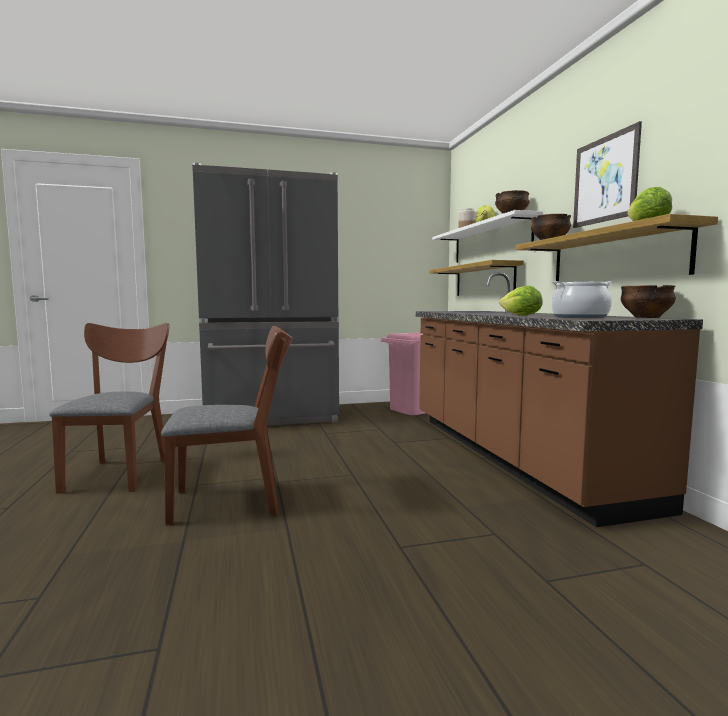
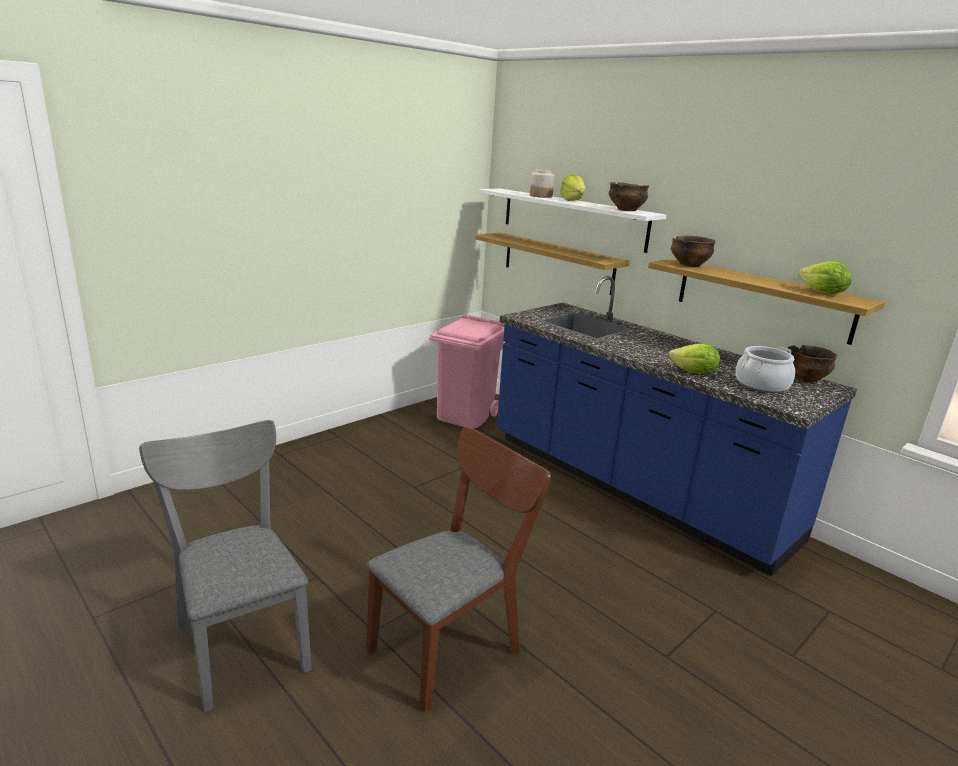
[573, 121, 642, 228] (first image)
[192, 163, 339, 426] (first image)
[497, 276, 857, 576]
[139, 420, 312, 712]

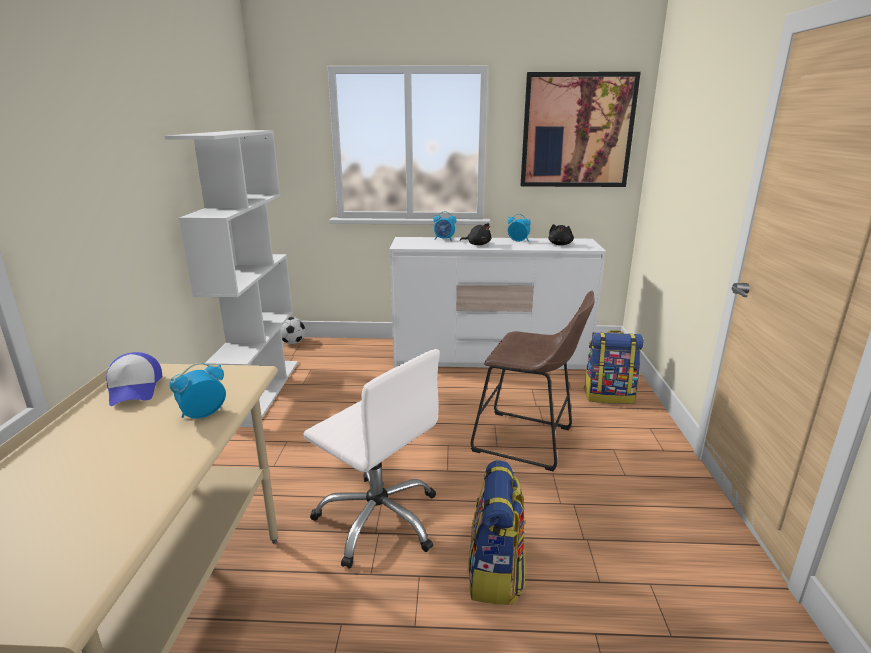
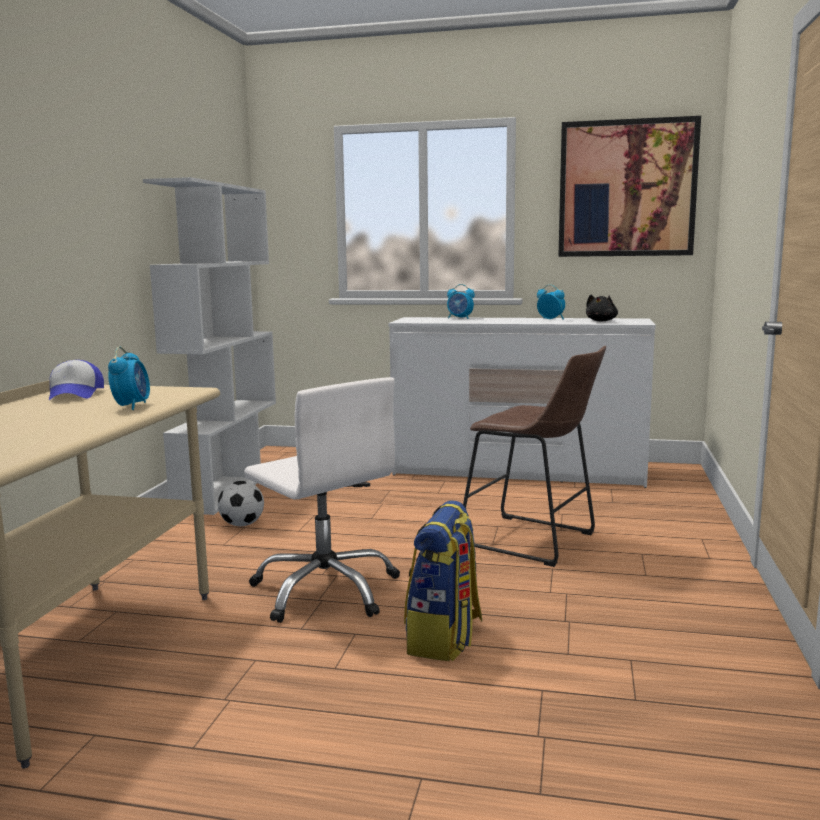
[460, 223, 491, 245] (first image)
[218, 481, 264, 526]
[584, 330, 644, 404] (first image)
[108, 346, 150, 410]

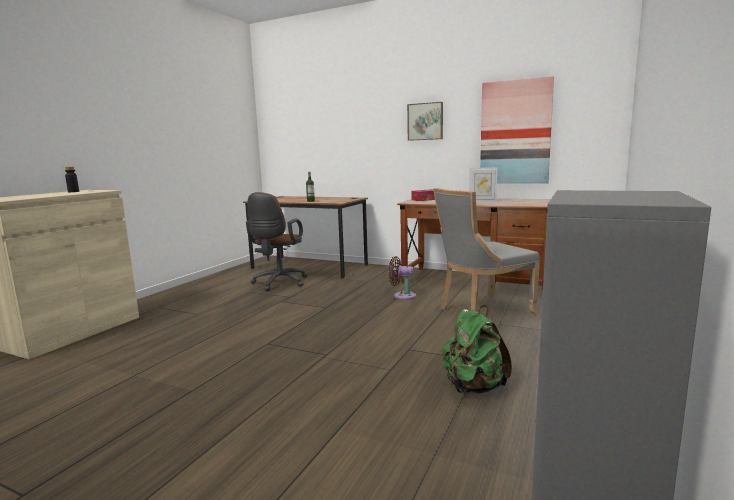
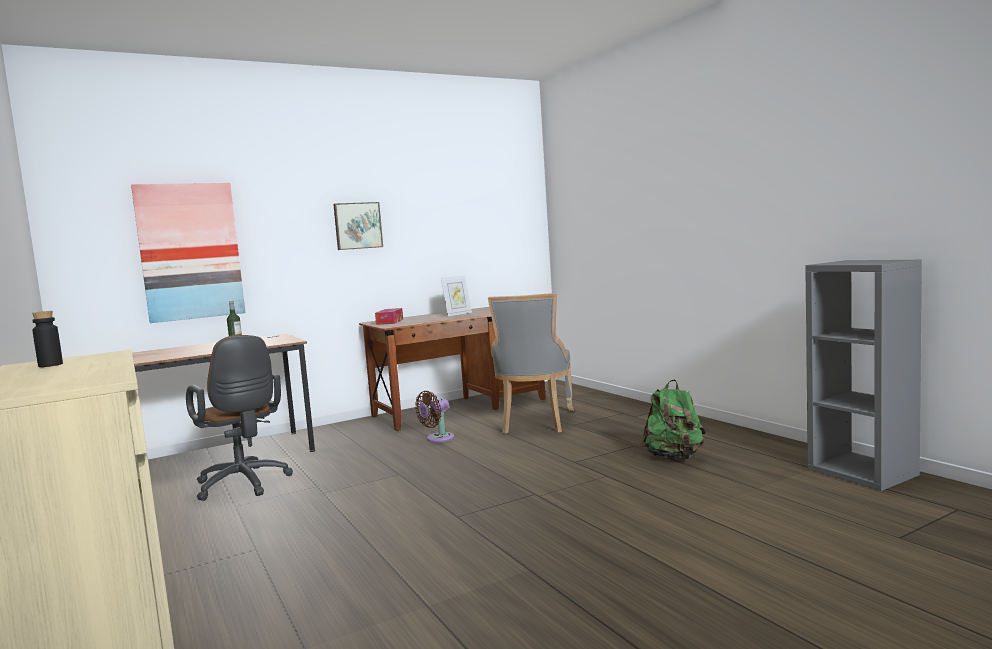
[131, 183, 245, 323]

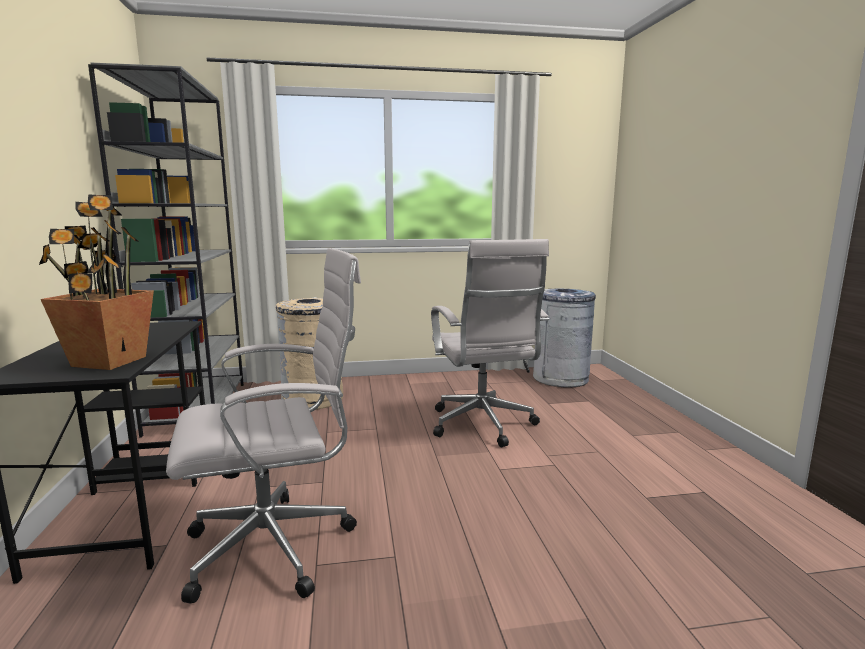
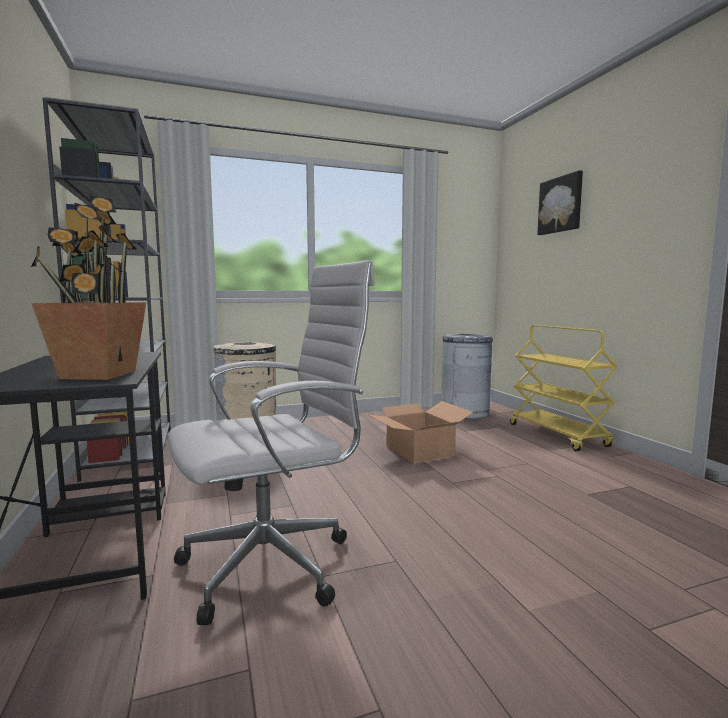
[367, 401, 473, 463]
[537, 170, 583, 235]
[510, 325, 618, 451]

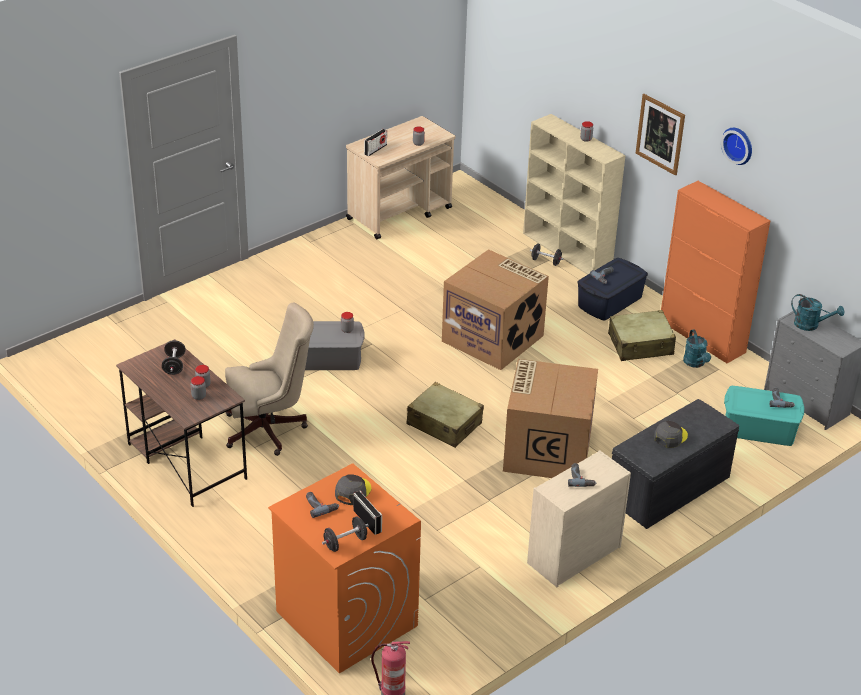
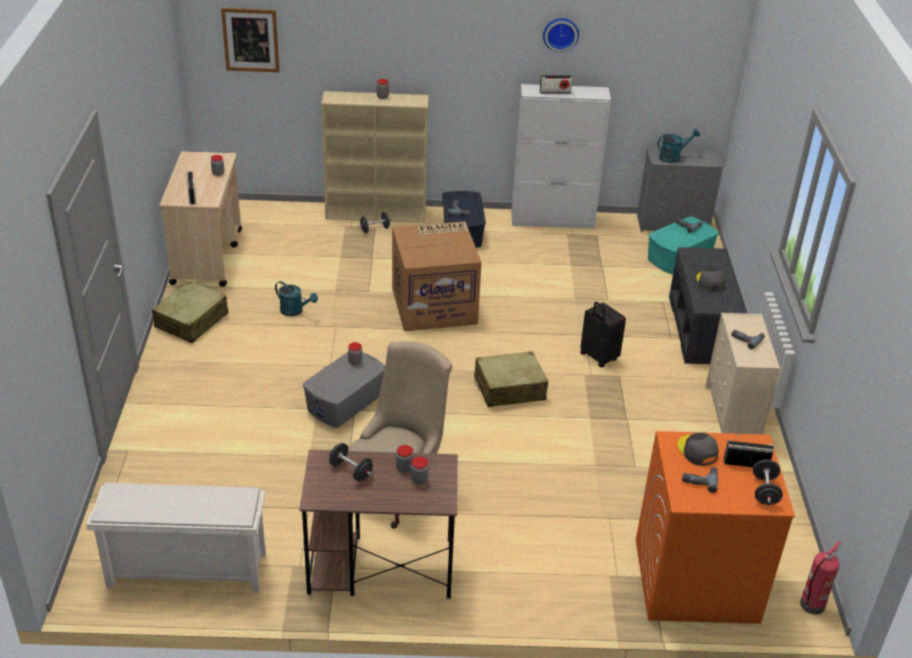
[221, 8, 279, 72]
[511, 84, 611, 229]
[152, 280, 228, 343]
[275, 281, 318, 316]
[580, 302, 626, 367]
[540, 75, 572, 94]
[86, 483, 266, 592]

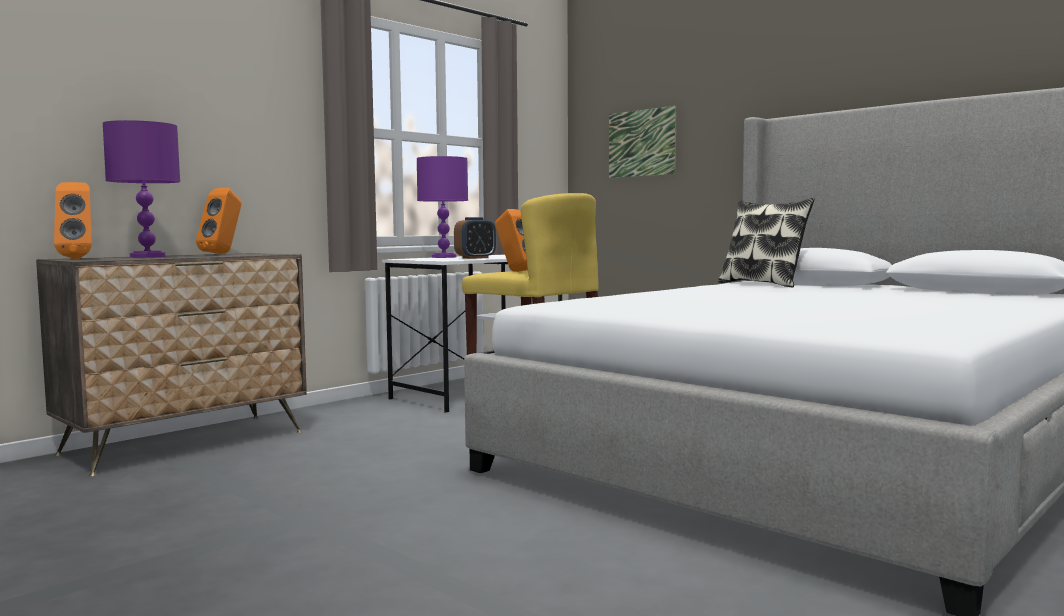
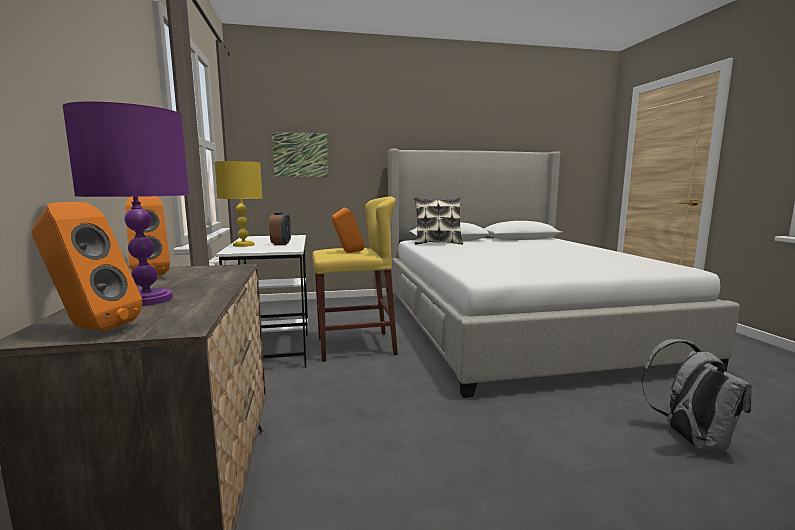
[215, 161, 263, 247]
[641, 339, 752, 451]

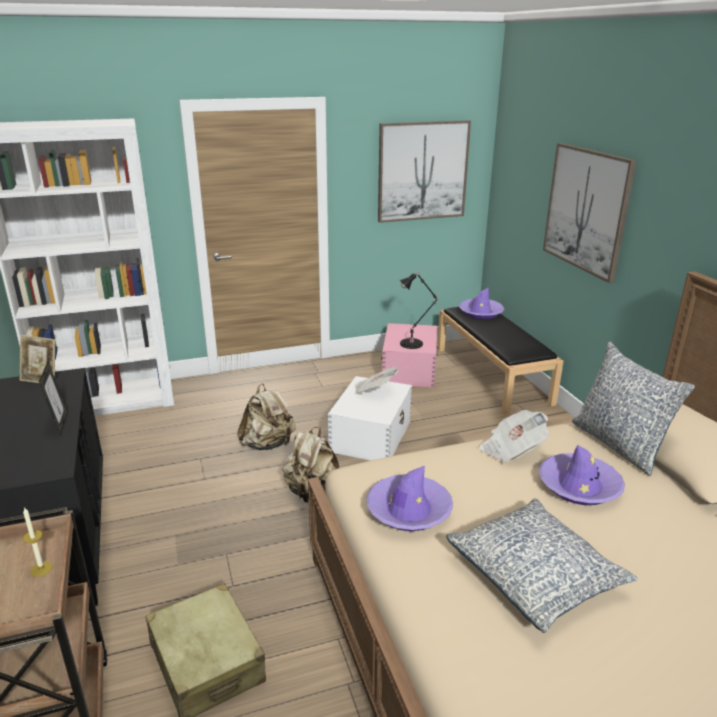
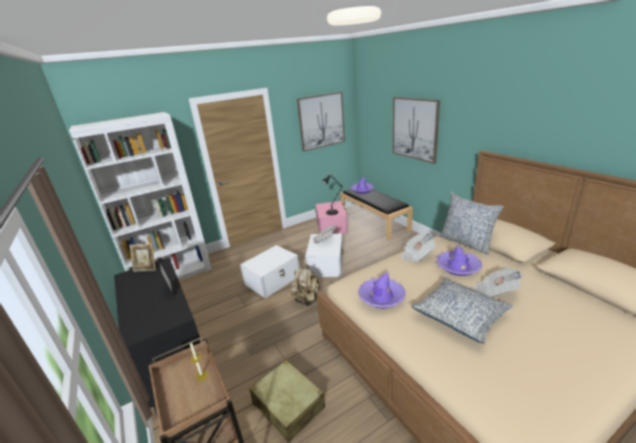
[240, 245, 300, 298]
[473, 268, 523, 298]

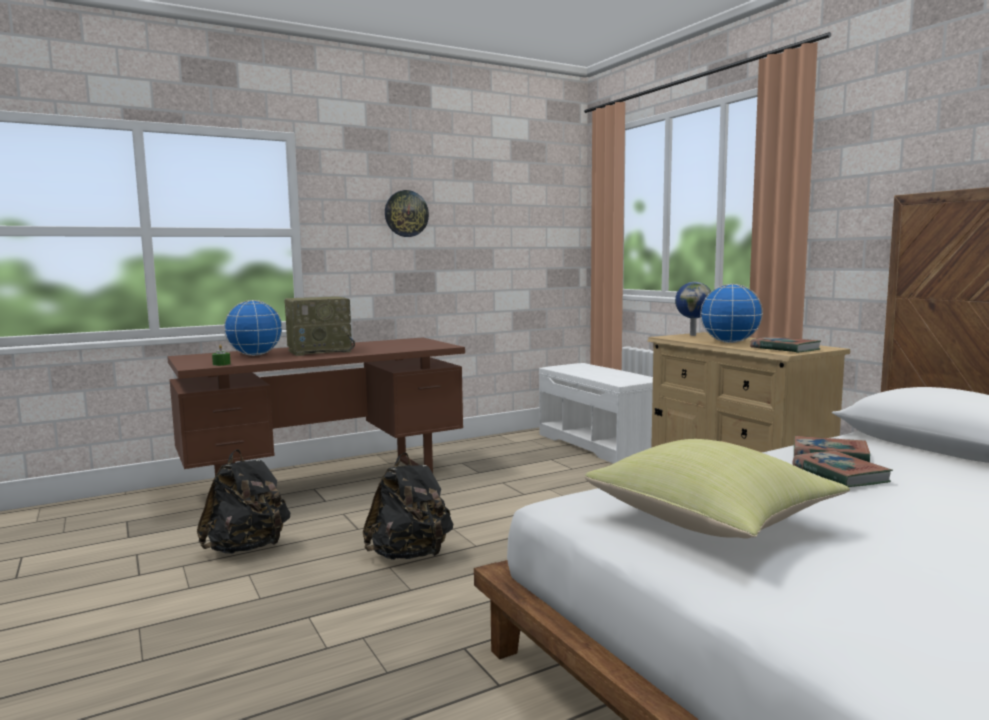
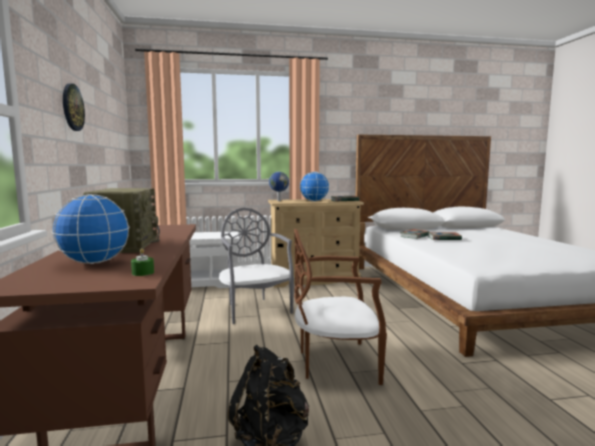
[585, 439, 850, 539] (first image)
[294, 229, 387, 385]
[219, 208, 294, 324]

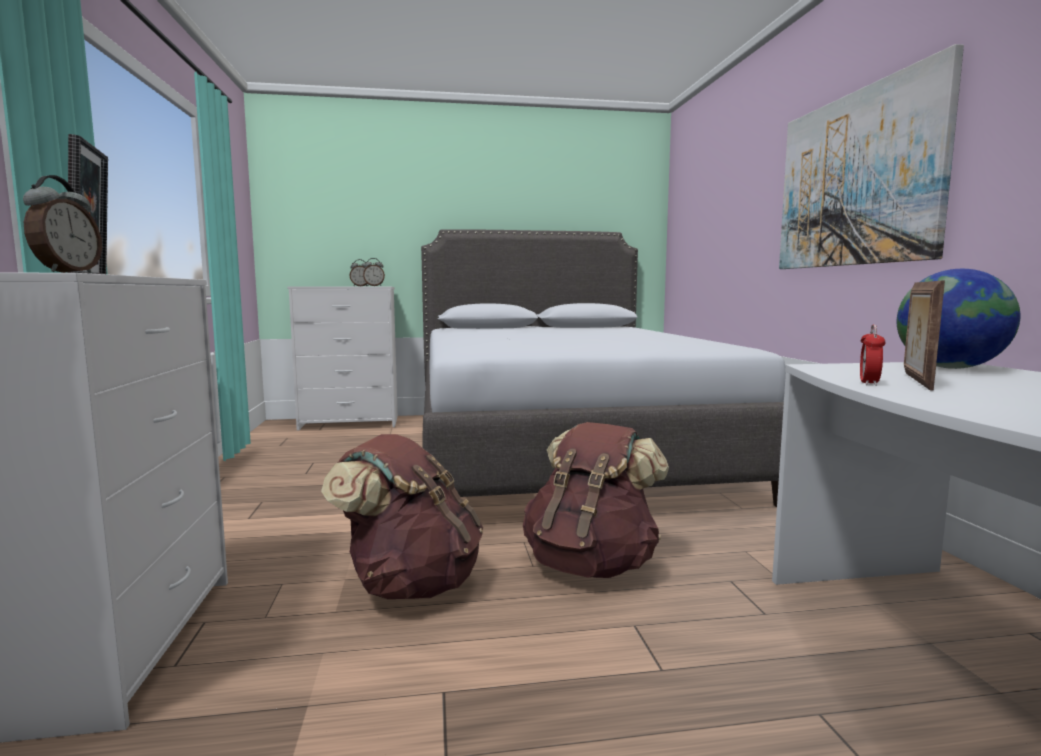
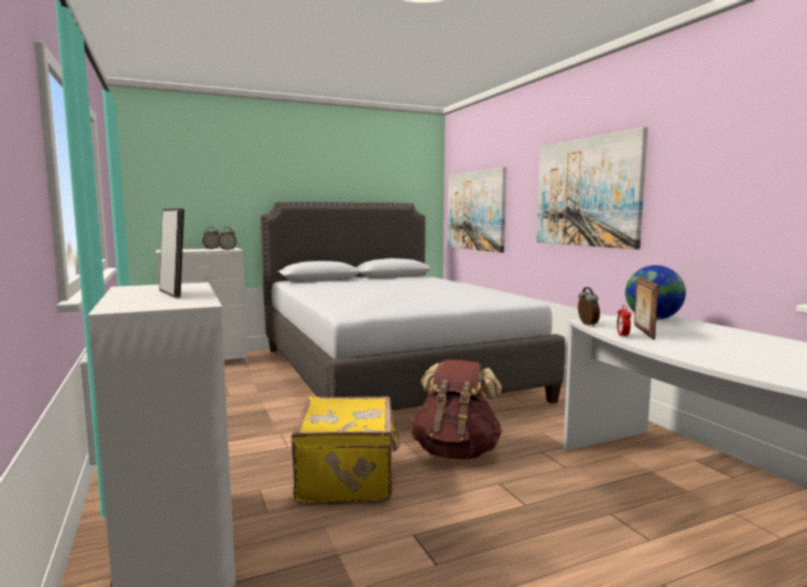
[578, 287, 600, 326]
[291, 396, 399, 504]
[448, 167, 506, 253]

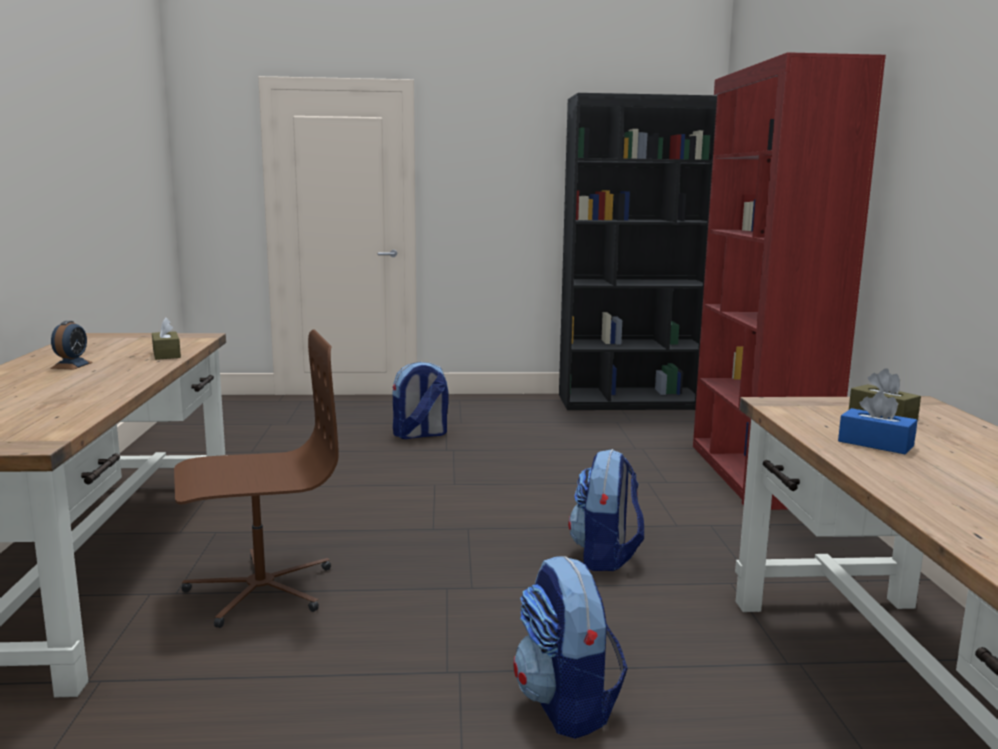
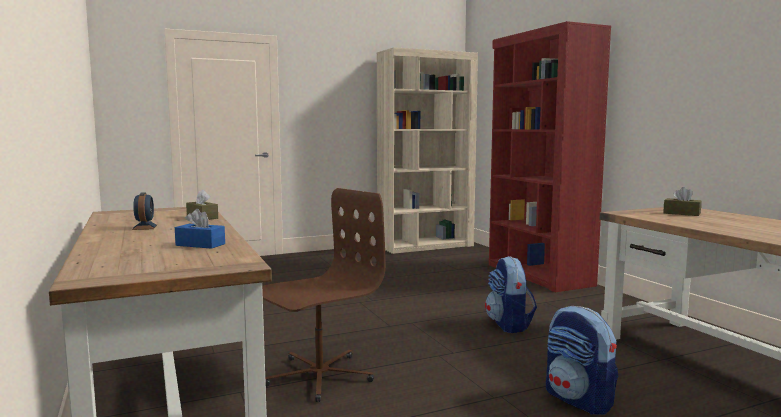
[377, 47, 478, 254]
[392, 362, 448, 439] (first image)
[175, 209, 225, 249]

